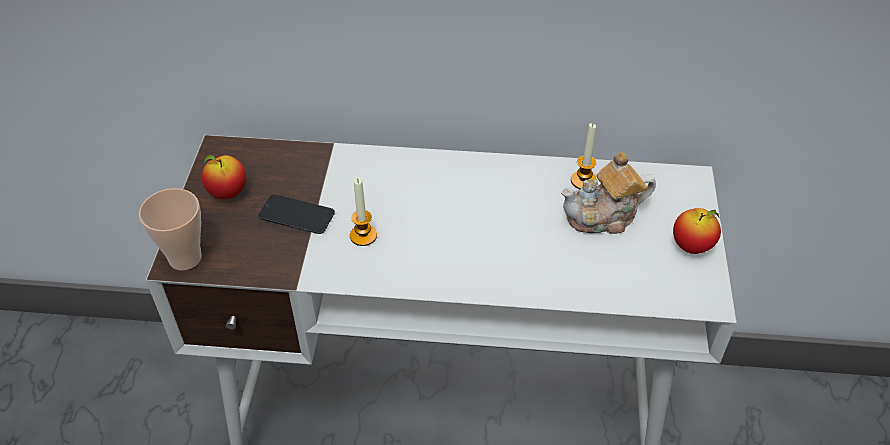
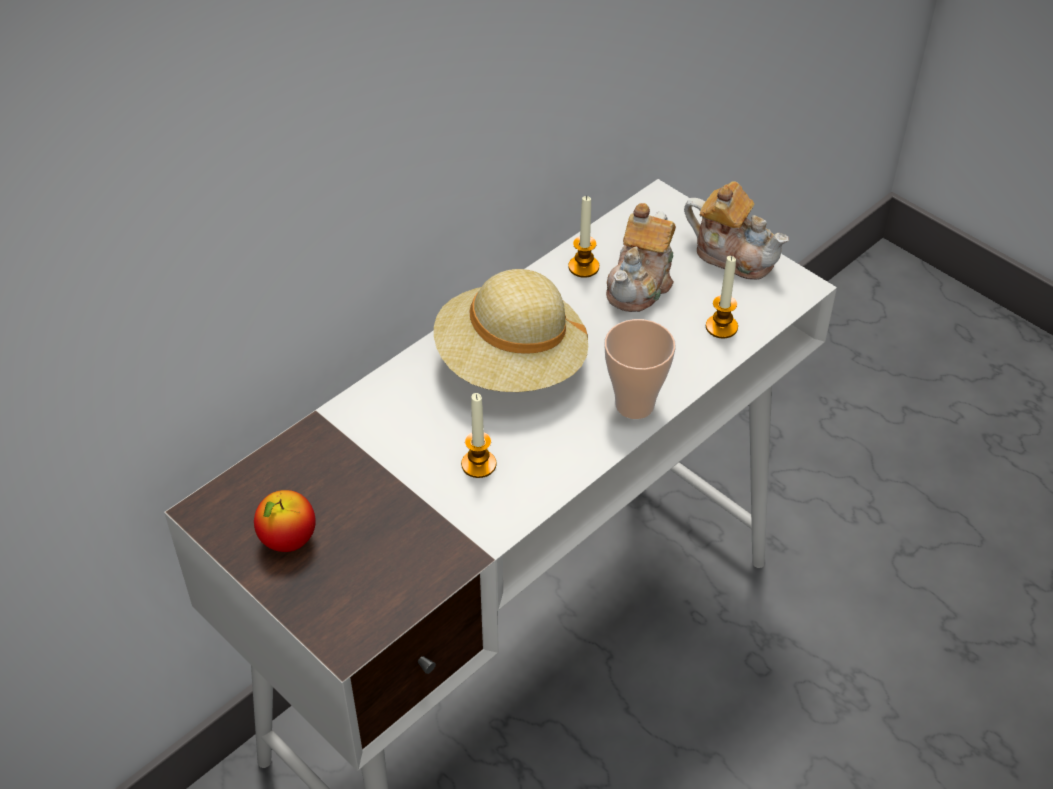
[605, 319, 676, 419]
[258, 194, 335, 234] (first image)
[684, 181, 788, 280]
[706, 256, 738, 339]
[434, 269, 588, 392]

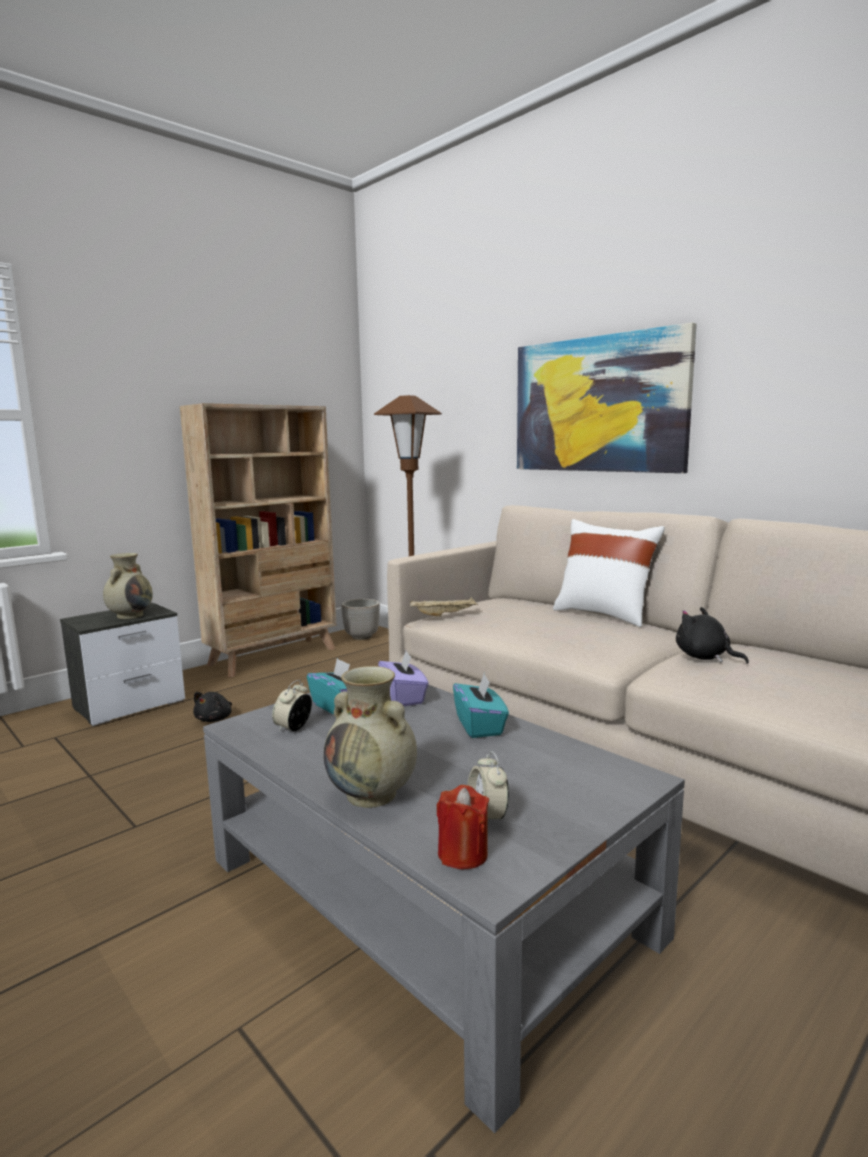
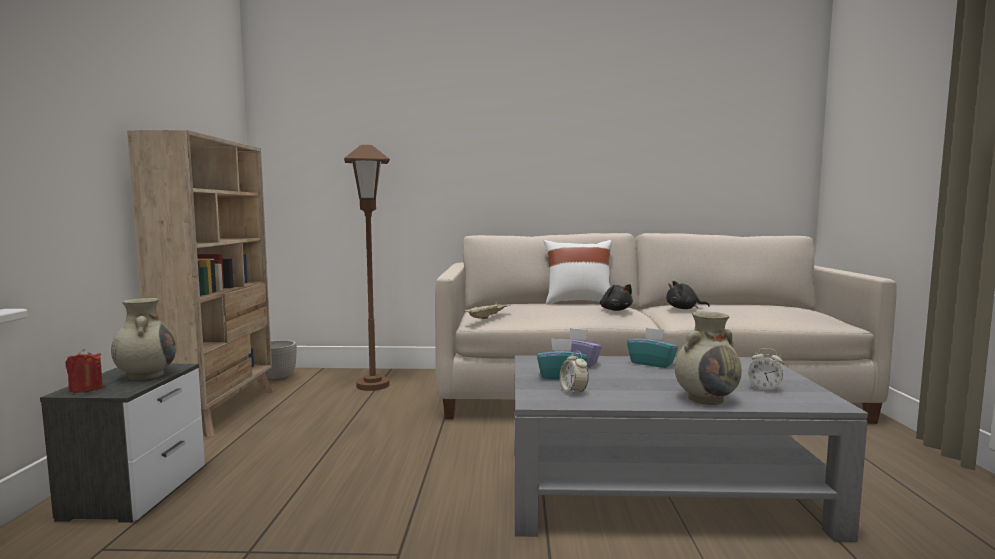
[517, 322, 697, 473] (first image)
[600, 284, 633, 311]
[65, 349, 103, 393]

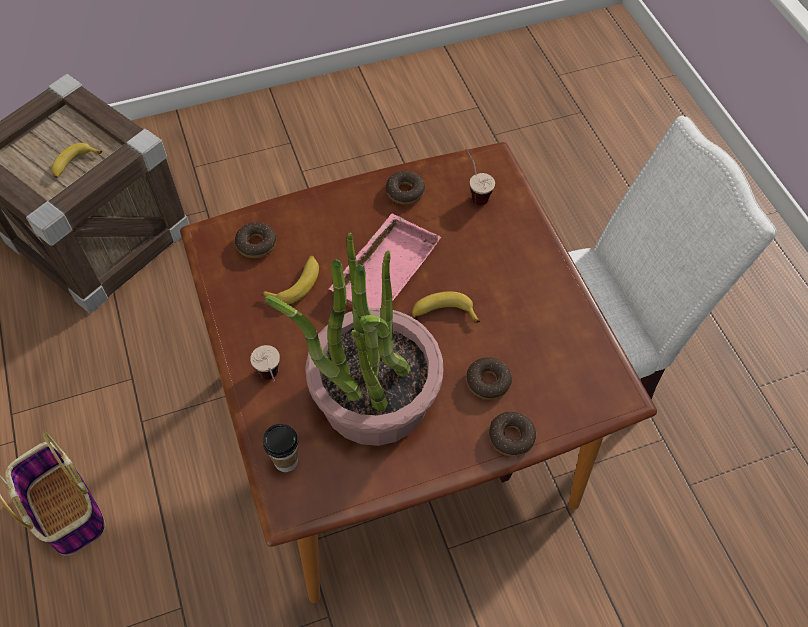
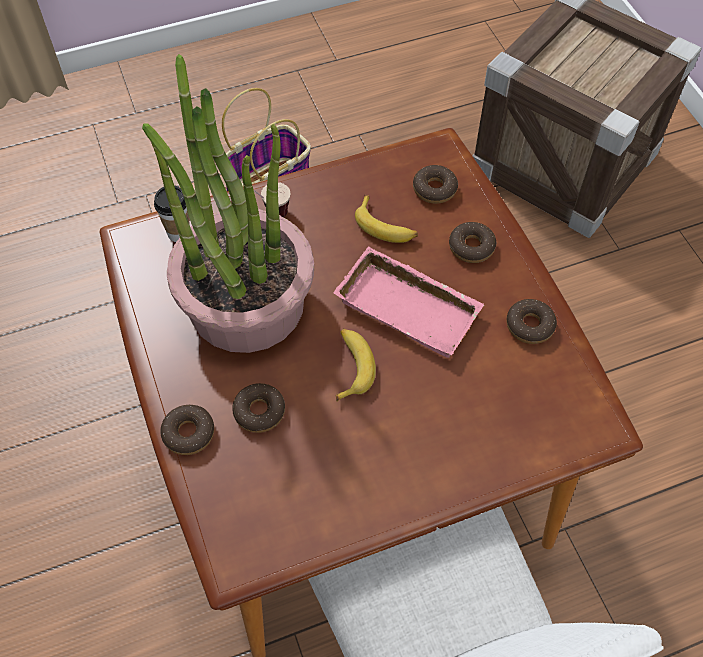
[51, 143, 102, 178] (first image)
[465, 148, 495, 205] (first image)
[449, 222, 496, 263]

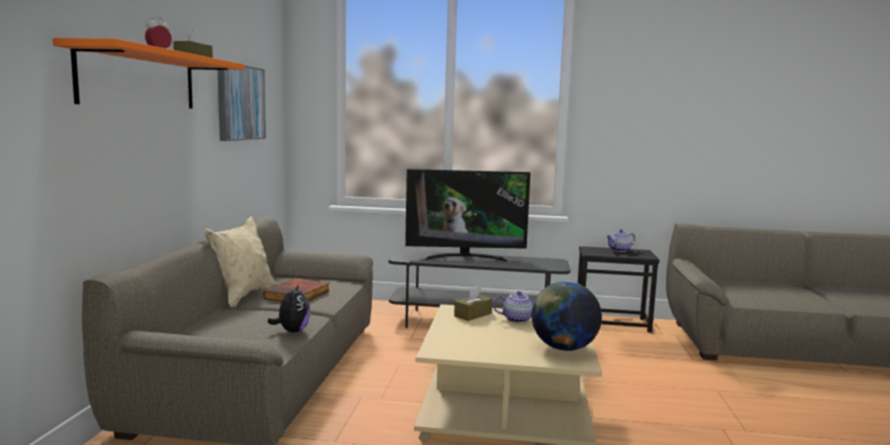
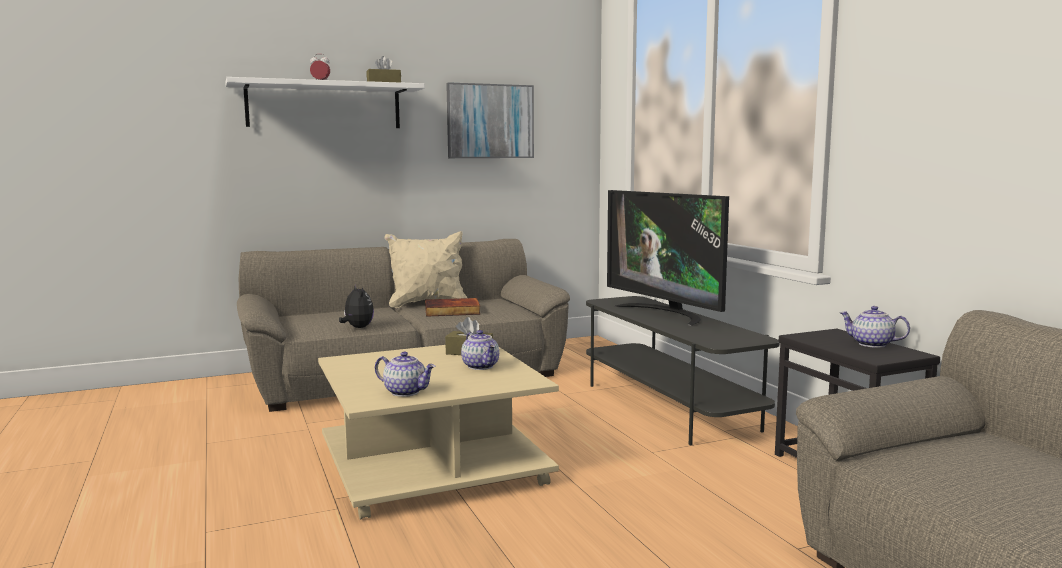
[225, 77, 424, 128]
[375, 351, 435, 397]
[339, 284, 374, 328]

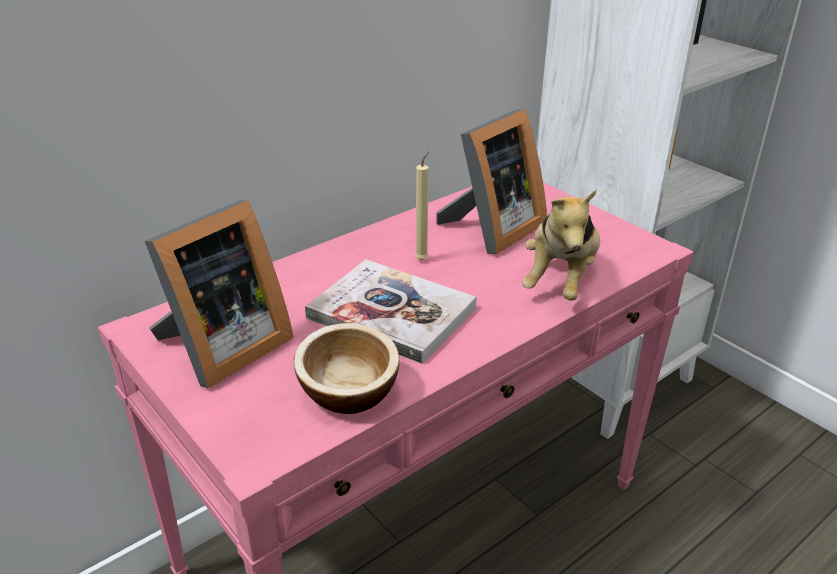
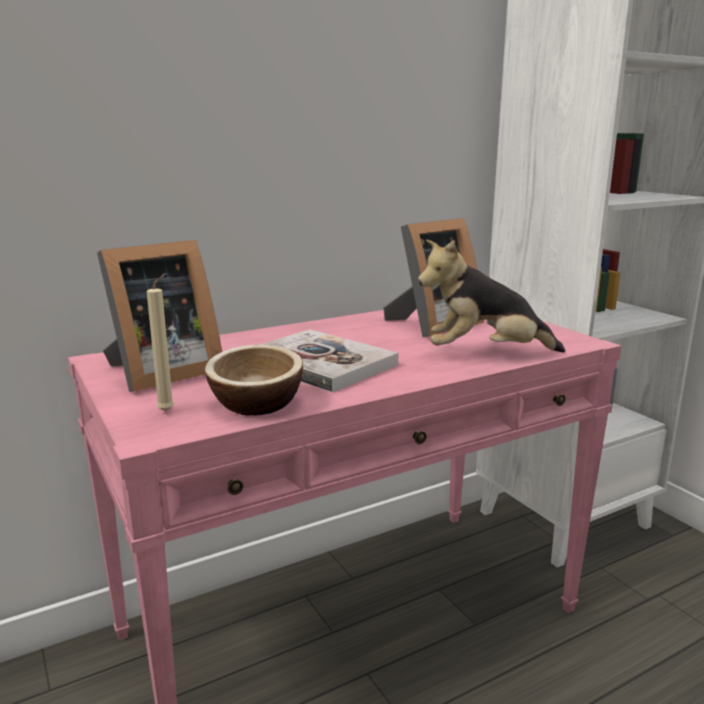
[147, 273, 174, 412]
[418, 239, 565, 353]

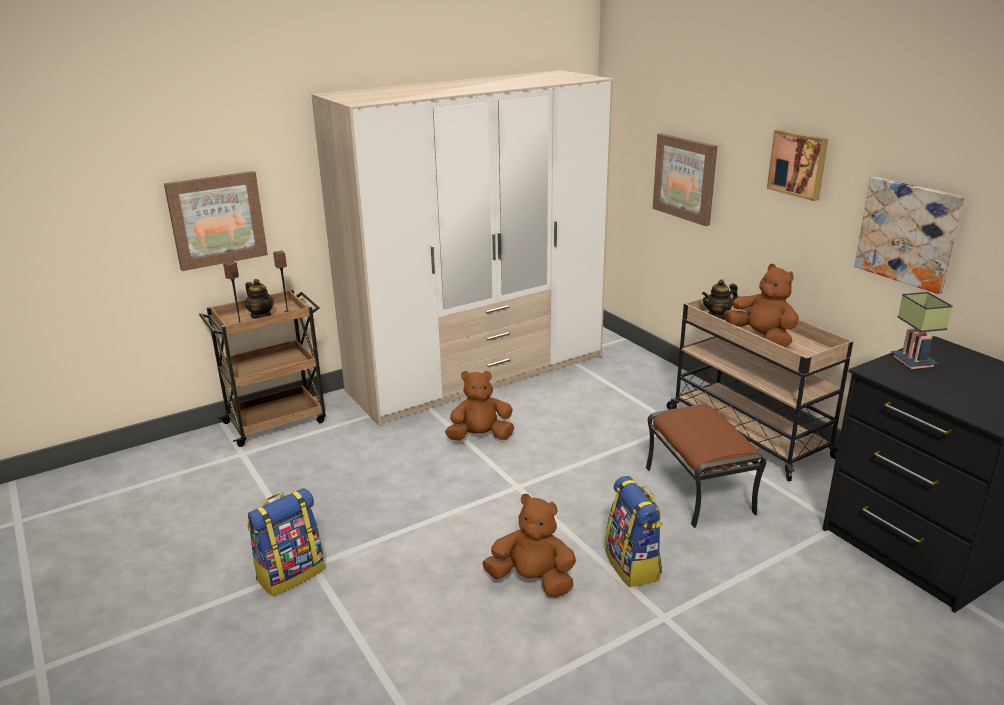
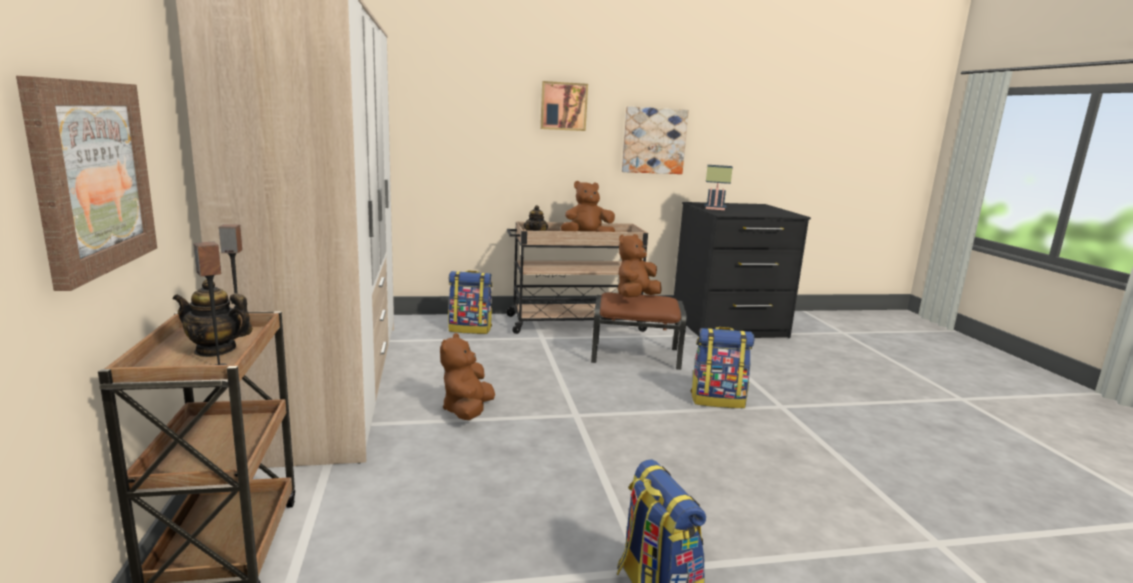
[653, 133, 717, 226] (first image)
[172, 279, 253, 357]
[618, 234, 662, 297]
[448, 270, 493, 334]

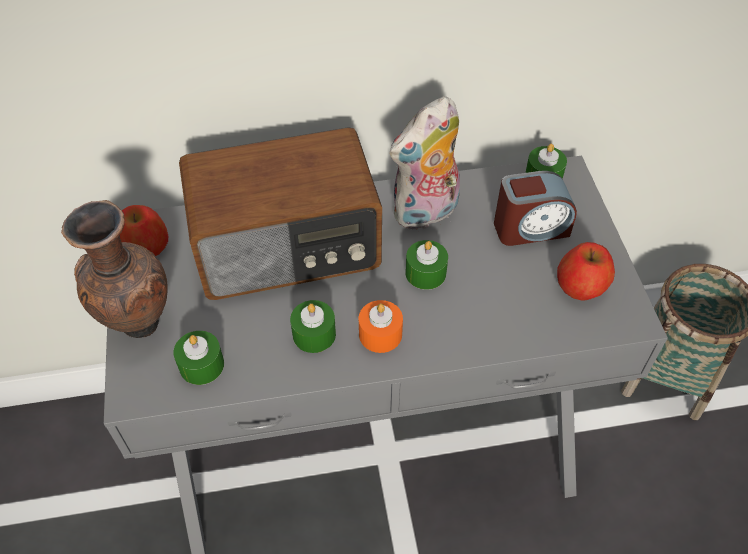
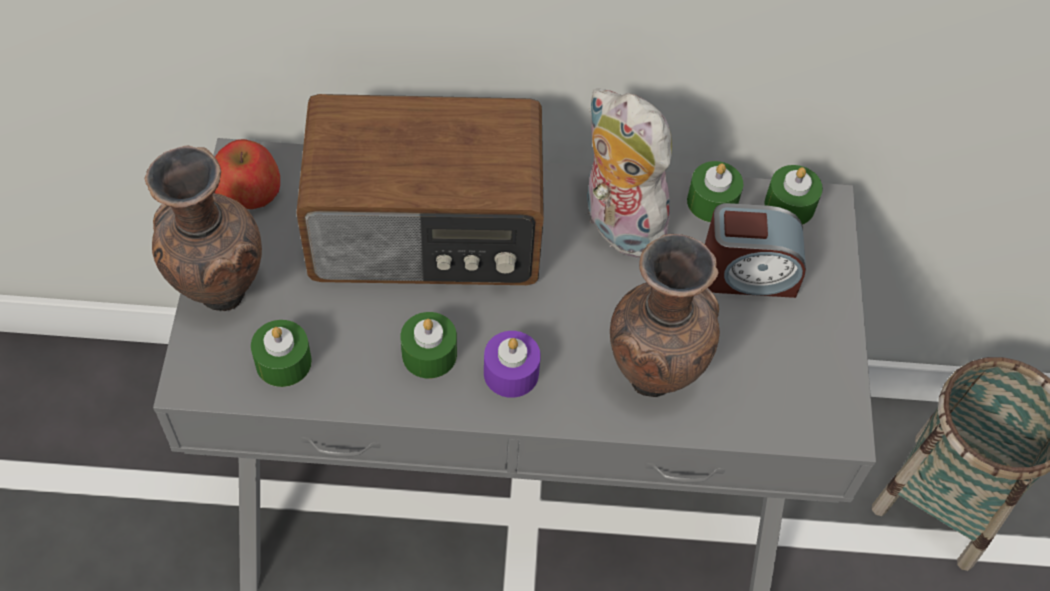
[586, 89, 672, 258]
[687, 161, 743, 222]
[557, 242, 615, 301] (first image)
[484, 331, 541, 398]
[610, 234, 720, 397]

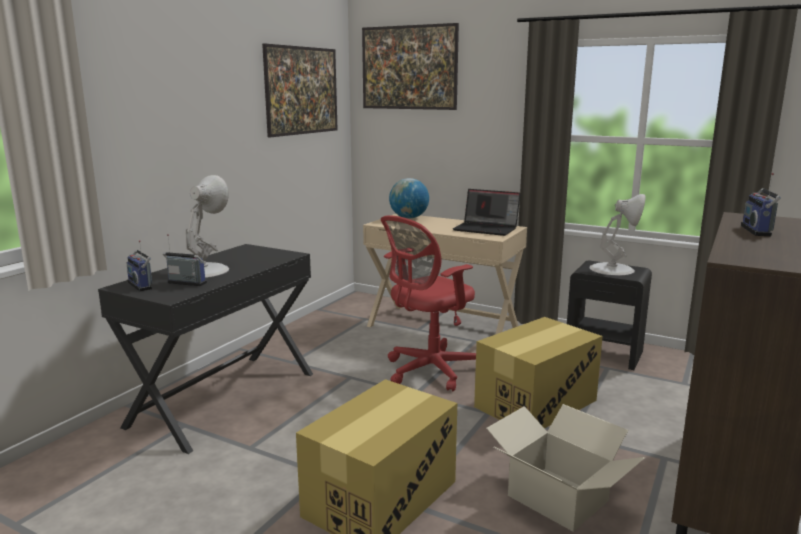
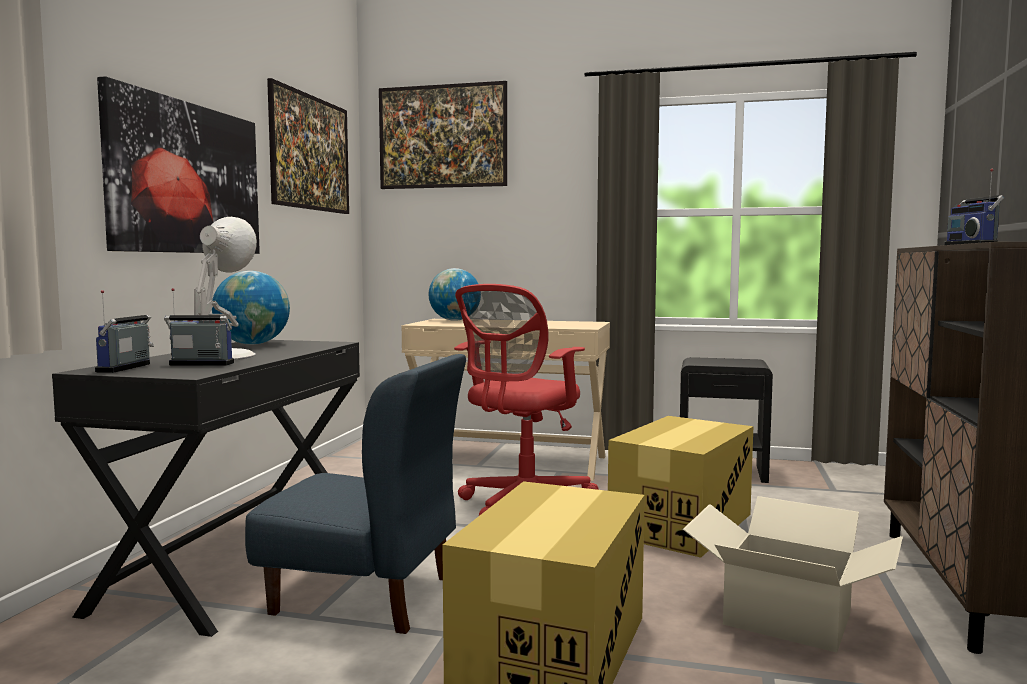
[453, 189, 521, 236] (first image)
[589, 194, 646, 276] (first image)
[95, 290, 154, 373]
[97, 76, 260, 254]
[212, 271, 290, 345]
[245, 354, 466, 634]

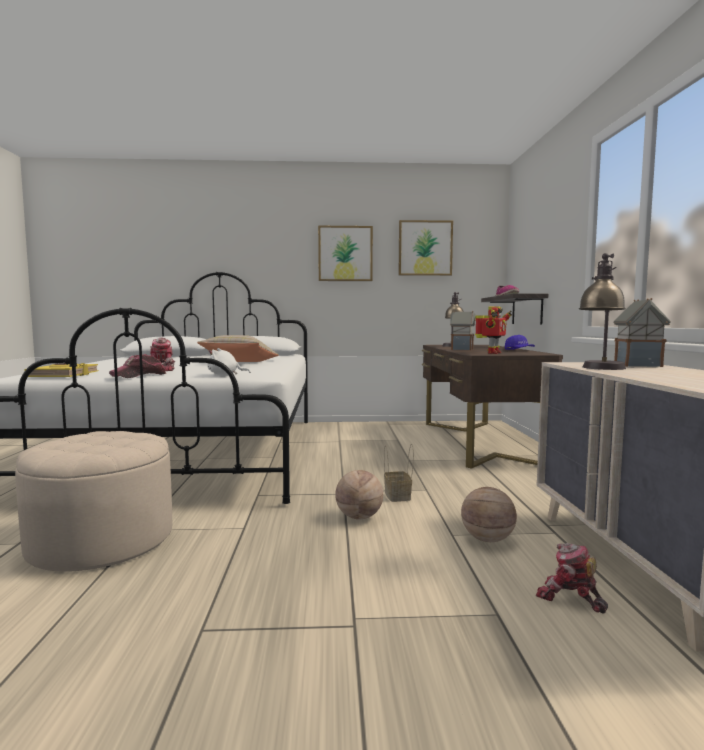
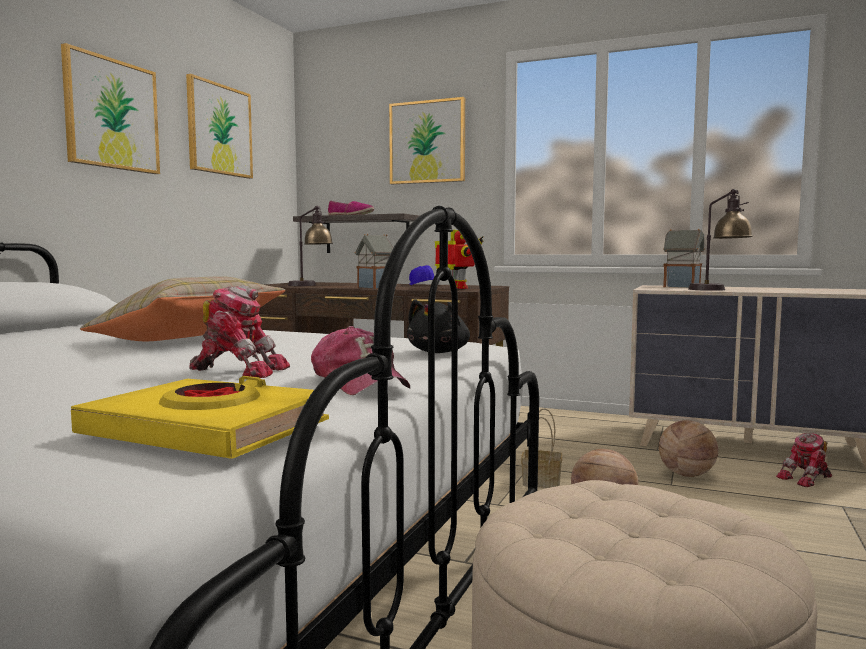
[407, 299, 470, 353]
[389, 97, 465, 184]

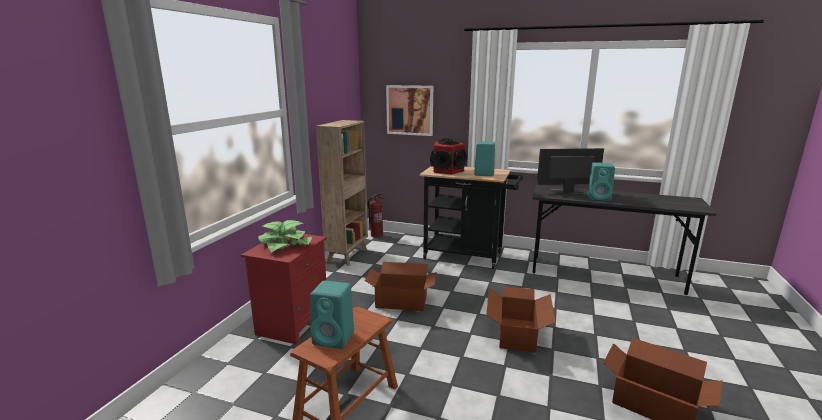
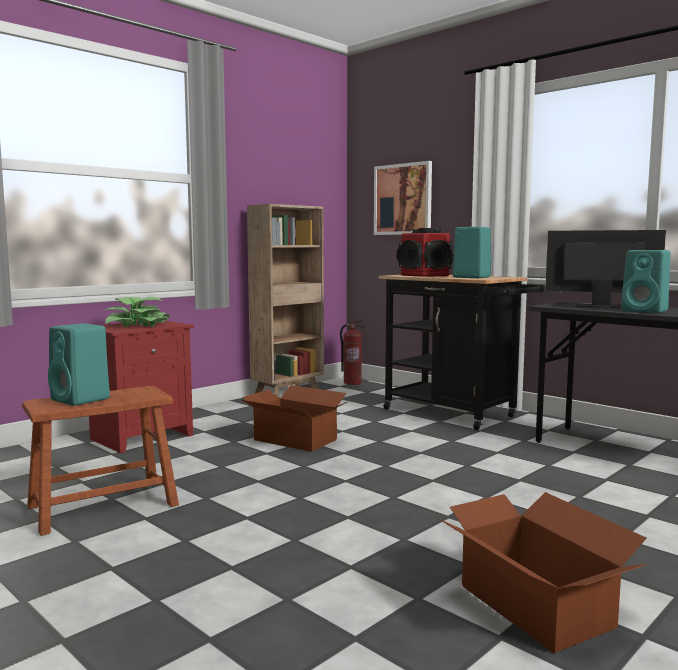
[486, 286, 556, 353] (first image)

